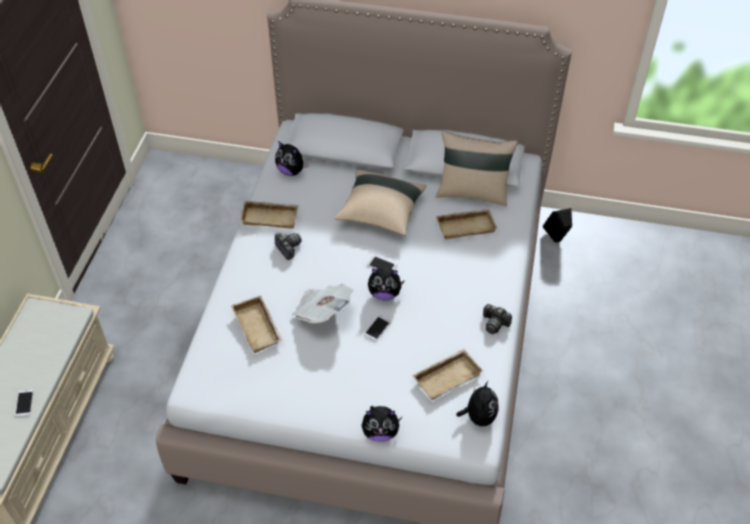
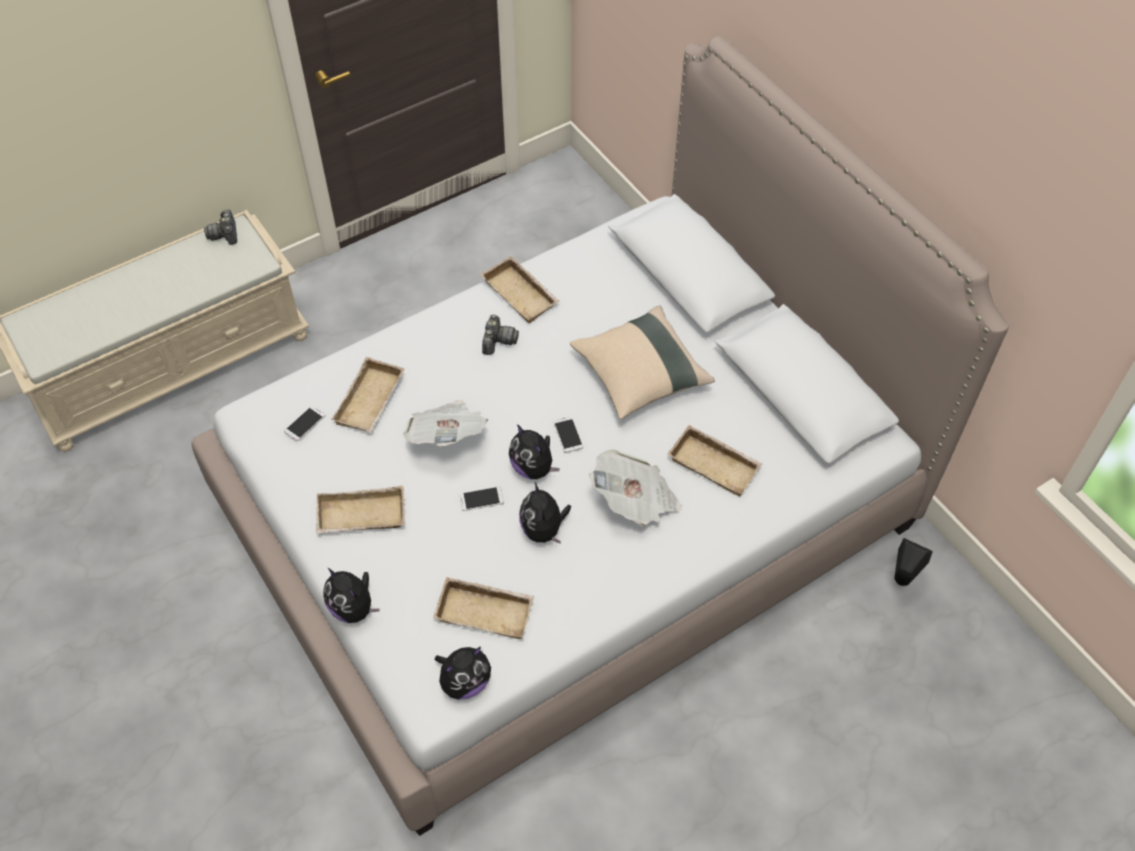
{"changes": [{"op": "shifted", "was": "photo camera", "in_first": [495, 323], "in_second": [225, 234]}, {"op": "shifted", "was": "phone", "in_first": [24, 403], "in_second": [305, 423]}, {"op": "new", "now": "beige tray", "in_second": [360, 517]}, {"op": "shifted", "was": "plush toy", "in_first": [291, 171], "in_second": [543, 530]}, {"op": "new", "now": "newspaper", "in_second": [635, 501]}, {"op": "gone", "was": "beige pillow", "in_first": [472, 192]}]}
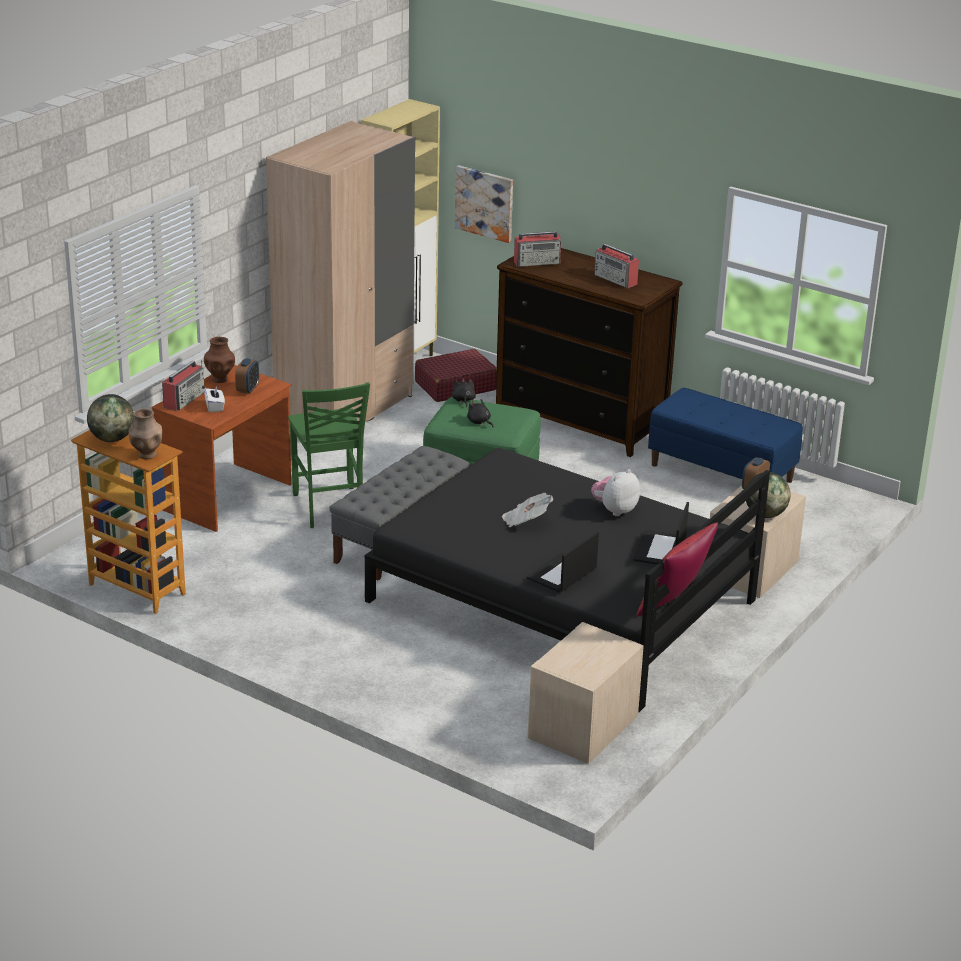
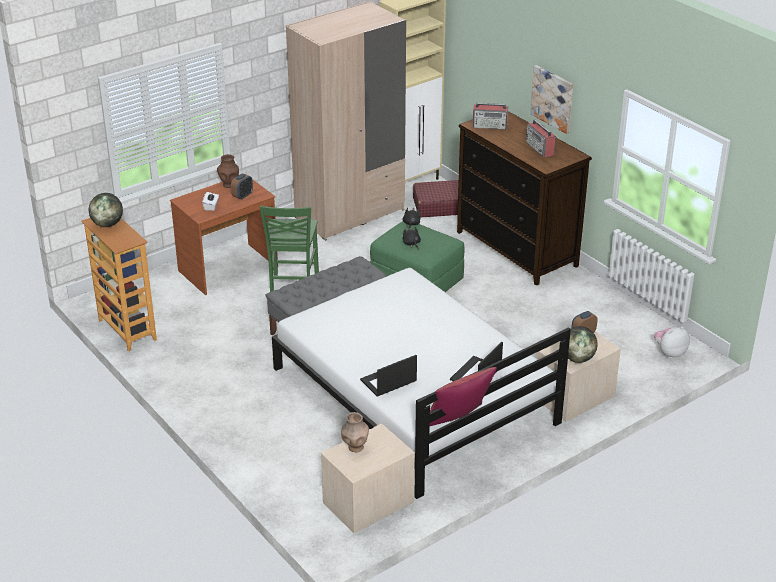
{"changes": [{"op": "repainted", "was": "black bed", "now": "white bed", "in_first": [561, 601], "in_second": [413, 396]}, {"op": "shifted", "was": "brown vase", "in_first": [147, 455], "in_second": [355, 447]}, {"op": "shifted", "was": "picture", "in_first": [484, 203], "in_second": [552, 98]}, {"op": "shifted", "was": "plush toy", "in_first": [615, 510], "in_second": [669, 353]}, {"op": "gone", "was": "radio", "in_first": [184, 399]}, {"op": "gone", "was": "newspaper", "in_first": [526, 521]}, {"op": "gone", "was": "blue bench", "in_first": [722, 473]}]}
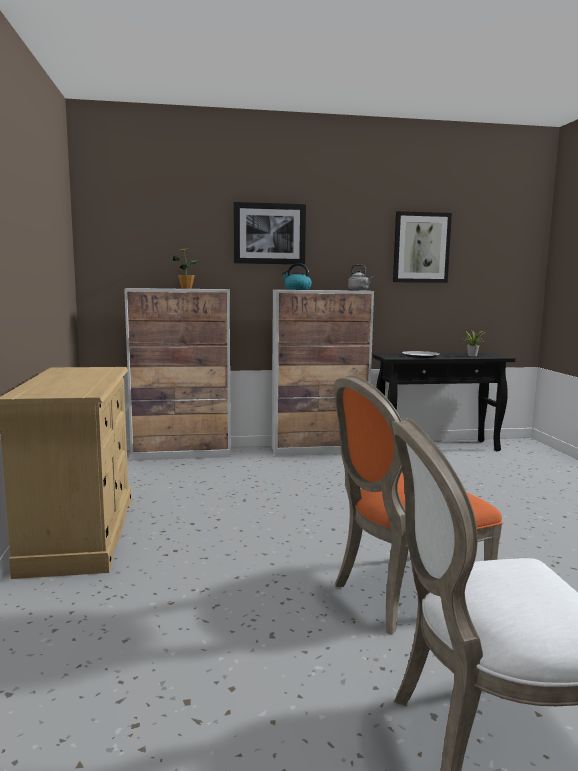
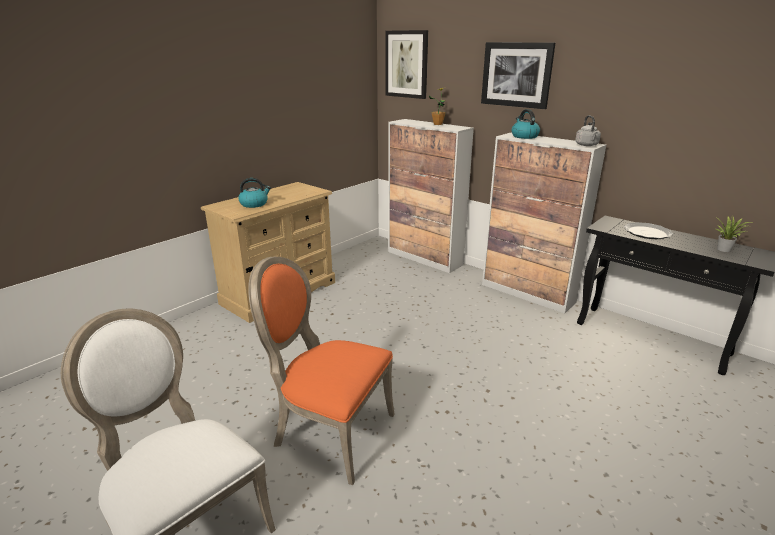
{"changes": [{"op": "new", "now": "kettle", "in_second": [254, 204]}, {"op": "shifted", "was": "picture", "in_first": [421, 247], "in_second": [407, 64]}]}
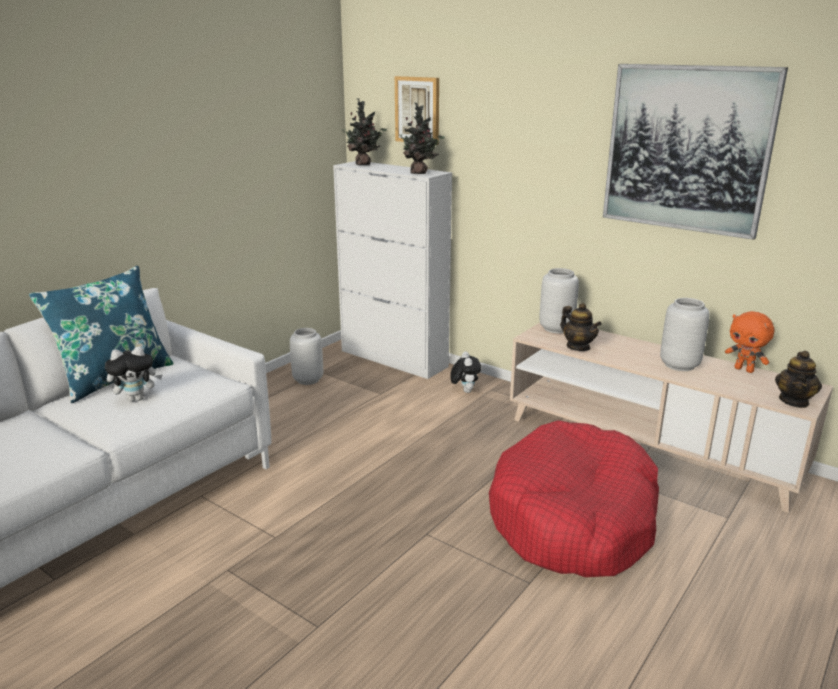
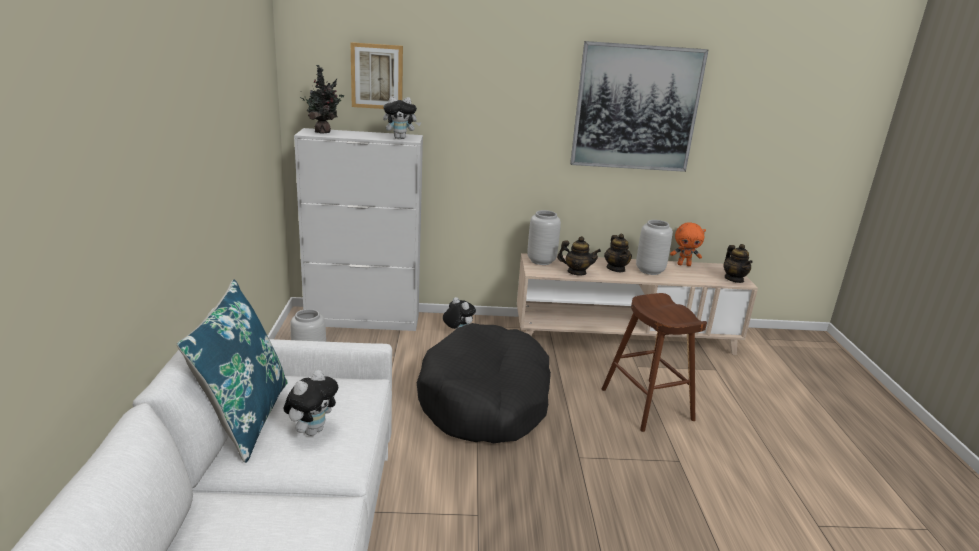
{"changes": [{"op": "swapped", "was": "potted plant", "now": "plush toy", "in_first": [420, 173], "in_second": [400, 138]}, {"op": "new", "now": "black dog bed", "in_second": [485, 400]}, {"op": "swapped", "was": "red dog bed", "now": "brown stool", "in_first": [574, 518], "in_second": [647, 405]}, {"op": "new", "now": "teapot", "in_second": [616, 269]}]}
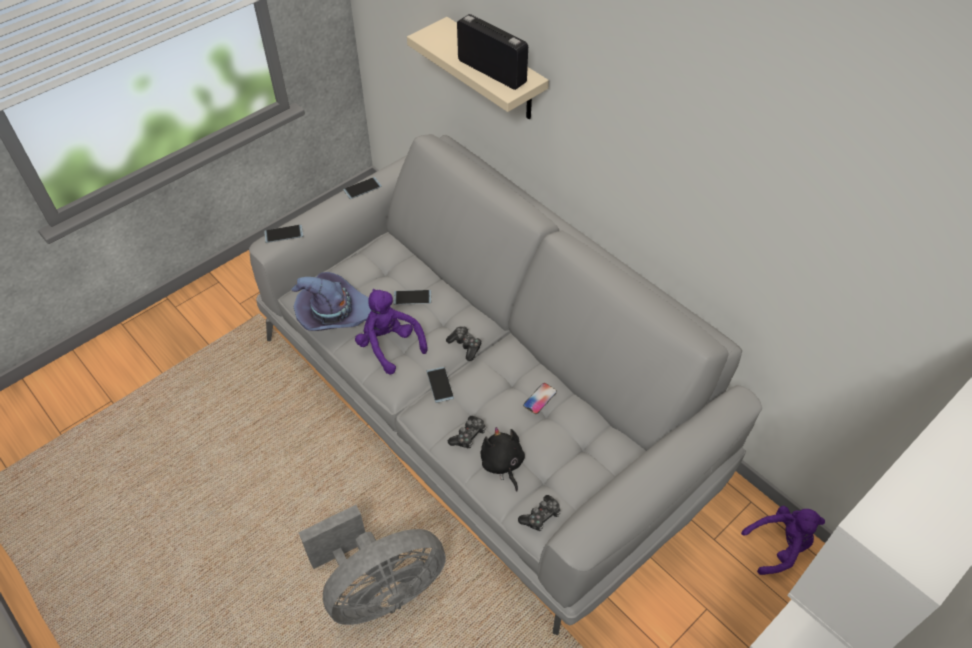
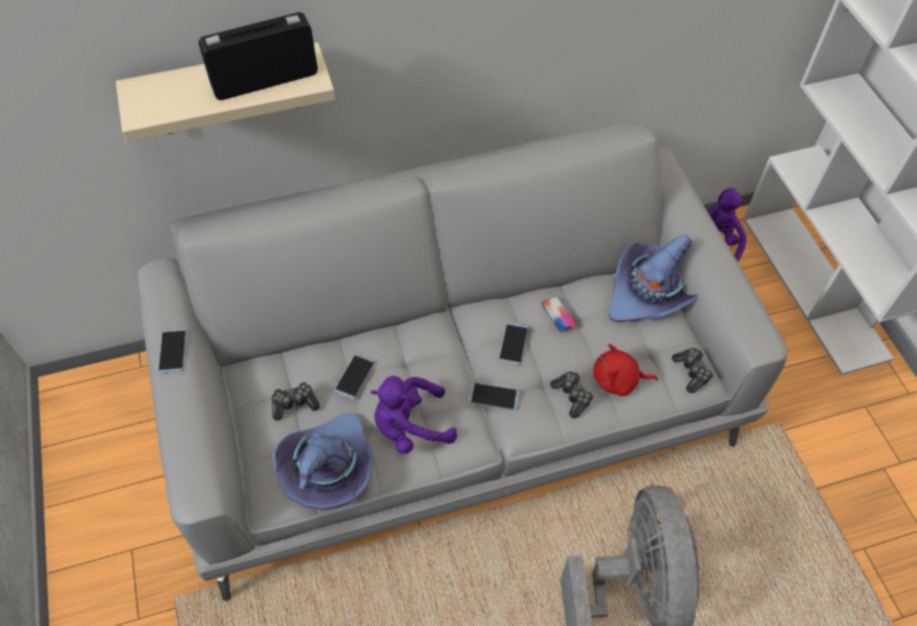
{"changes": [{"op": "shifted", "was": "game controller", "in_first": [465, 346], "in_second": [294, 404]}, {"op": "shifted", "was": "phone", "in_first": [284, 234], "in_second": [513, 343]}, {"op": "repainted", "was": "black plush toy", "now": "red plush toy", "in_first": [502, 464], "in_second": [618, 380]}, {"op": "new", "now": "purple hat", "in_second": [651, 292]}]}
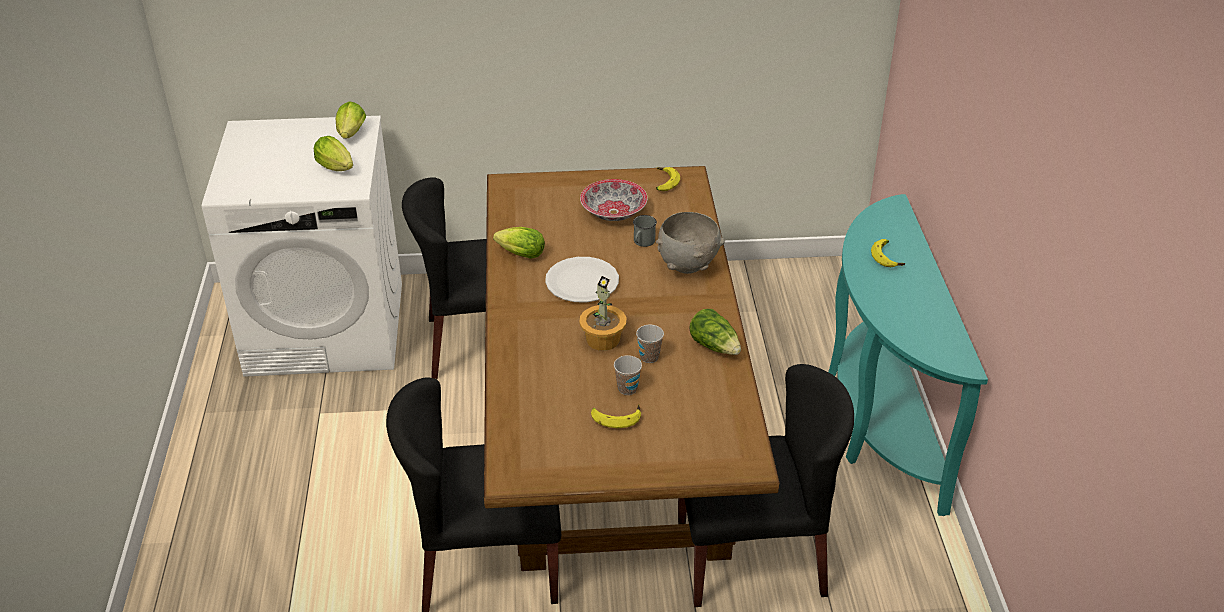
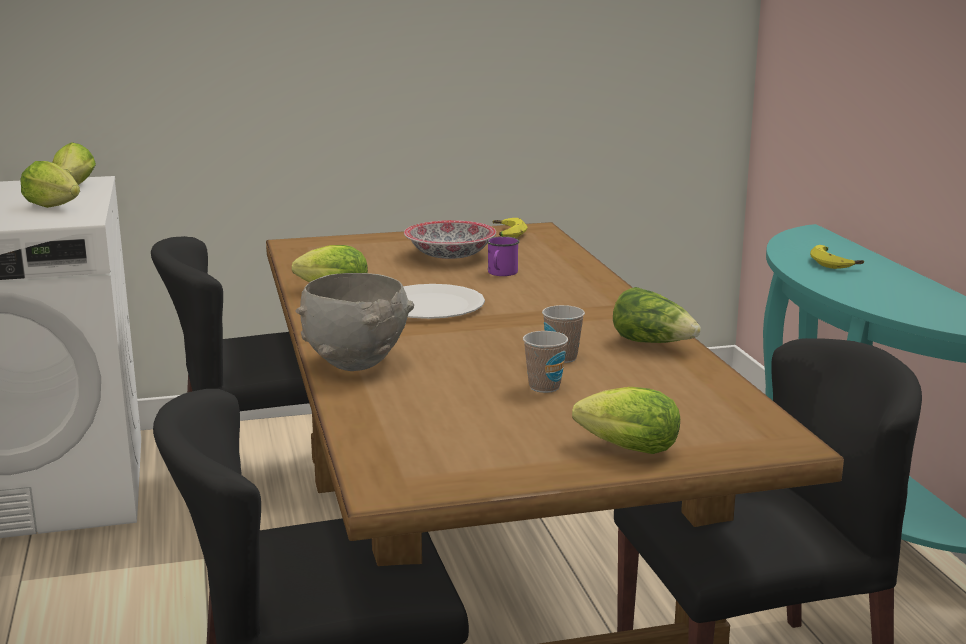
{"changes": [{"op": "shifted", "was": "grey bowl", "in_first": [688, 266], "in_second": [356, 364]}, {"op": "repainted", "was": "grey mug", "now": "purple mug", "in_first": [642, 242], "in_second": [501, 273]}, {"op": "new", "now": "lettuce", "in_second": [623, 448]}, {"op": "gone", "was": "potted plant", "in_first": [603, 339]}, {"op": "gone", "was": "banana", "in_first": [616, 417]}]}
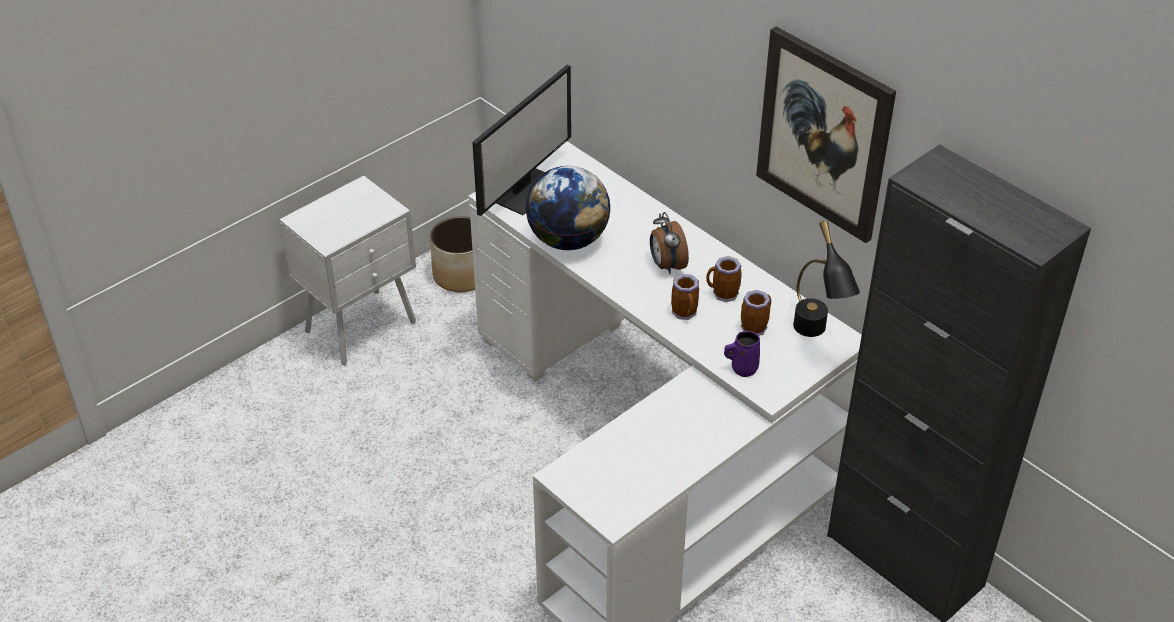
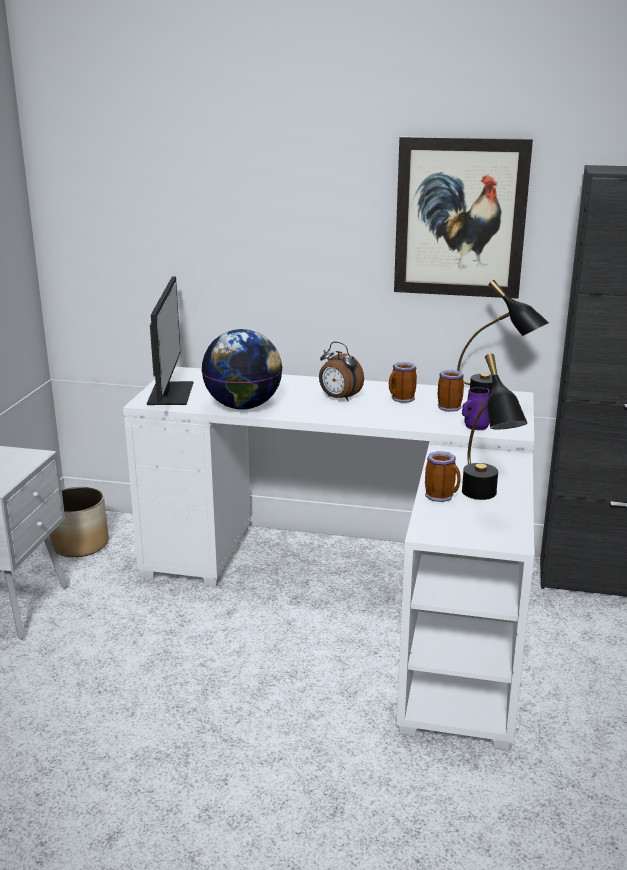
{"changes": [{"op": "shifted", "was": "mug", "in_first": [686, 313], "in_second": [442, 496]}, {"op": "new", "now": "black table lamp", "in_second": [485, 499]}]}
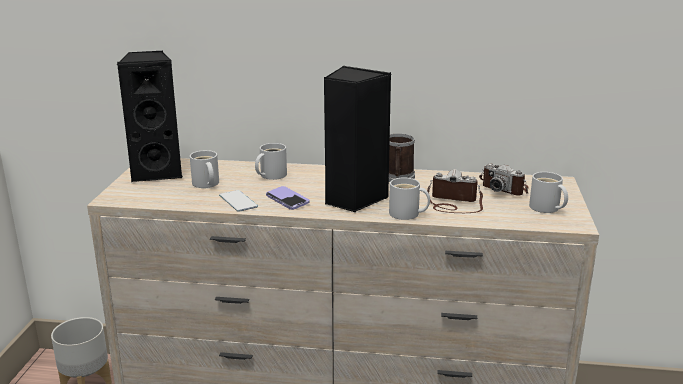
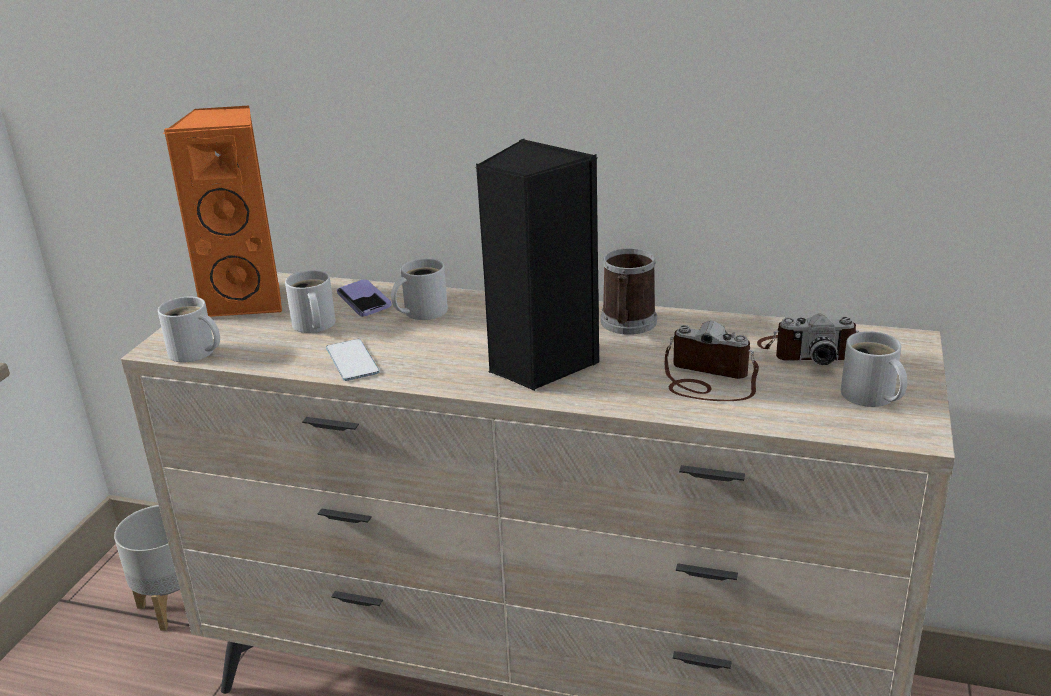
{"changes": [{"op": "shifted", "was": "white mug", "in_first": [406, 214], "in_second": [194, 353]}, {"op": "repainted", "was": "black speaker", "now": "orange speaker", "in_first": [158, 172], "in_second": [248, 300]}, {"op": "shifted", "was": "phone", "in_first": [287, 199], "in_second": [364, 300]}, {"op": "rotated", "was": "photo camera", "in_first": [505, 188], "in_second": [807, 352], "clockwise": -45}]}
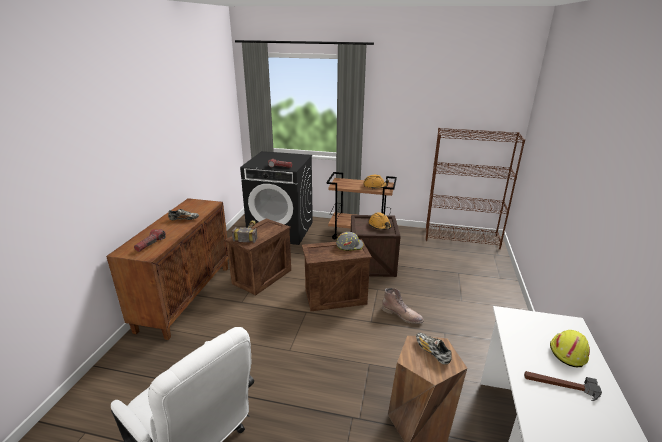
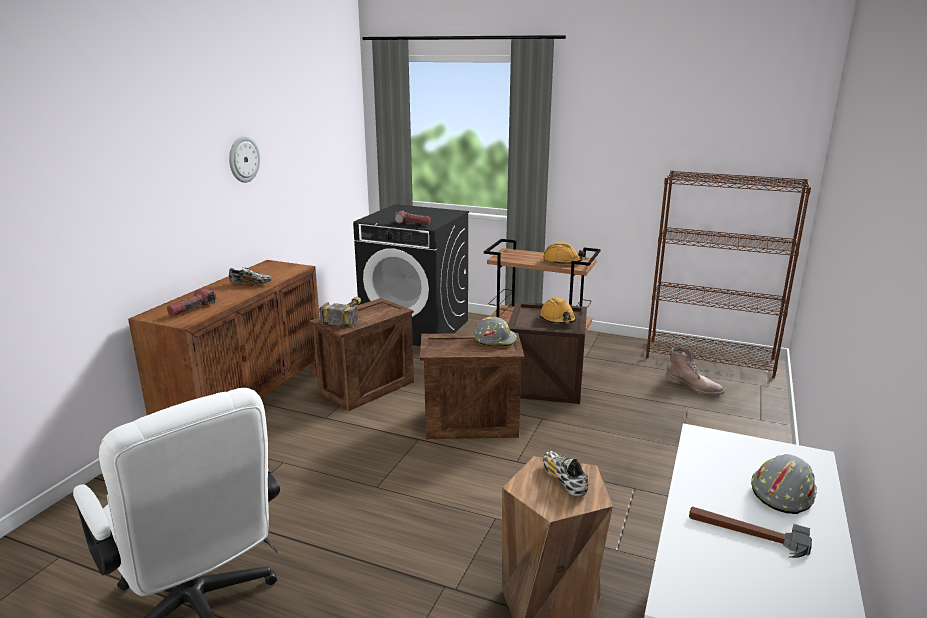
{"changes": [{"op": "new", "now": "wall clock", "in_second": [243, 159]}, {"op": "shifted", "was": "brown boot", "in_first": [402, 315], "in_second": [694, 386]}, {"op": "repainted", "was": "yellow hard hat", "now": "grey hard hat", "in_first": [567, 352], "in_second": [781, 492]}]}
